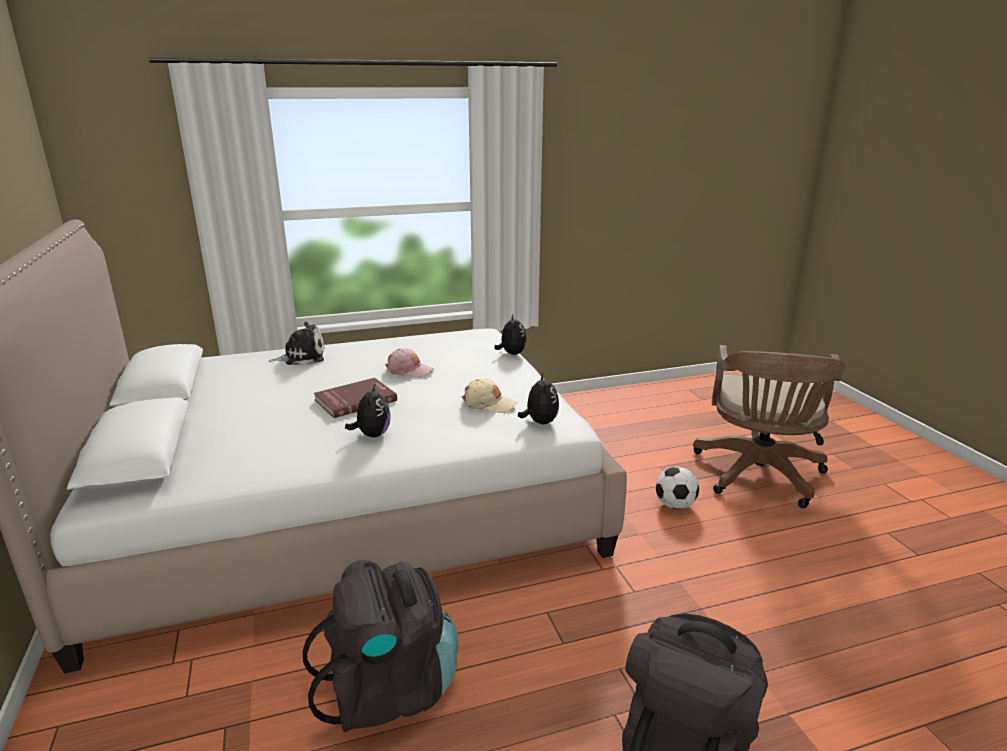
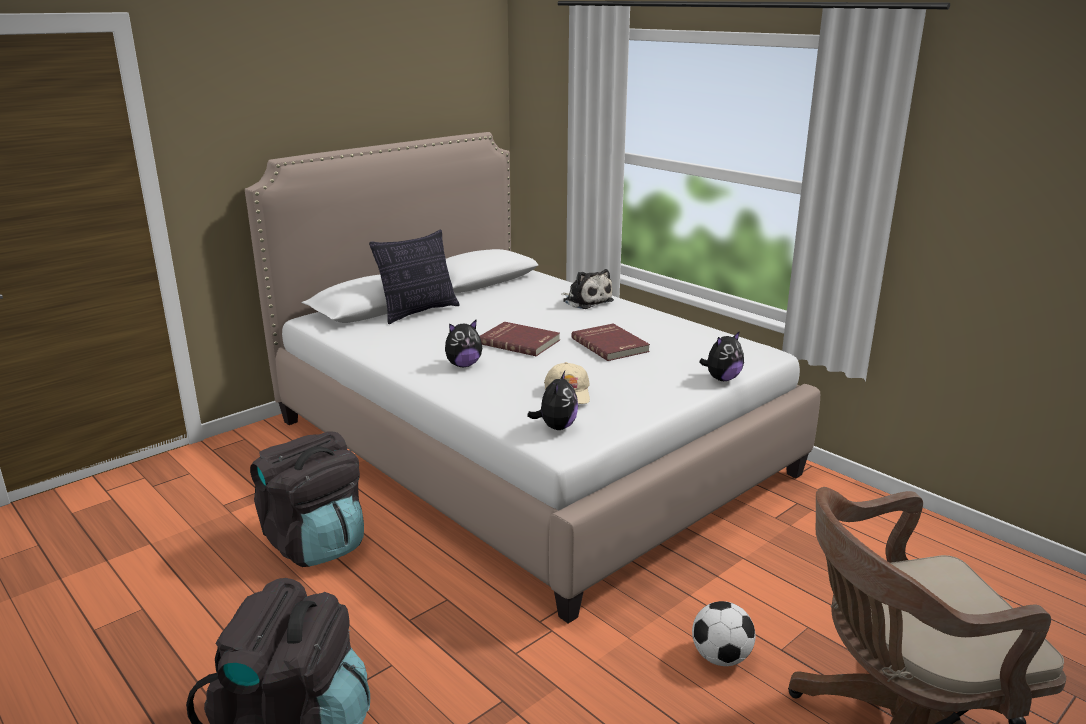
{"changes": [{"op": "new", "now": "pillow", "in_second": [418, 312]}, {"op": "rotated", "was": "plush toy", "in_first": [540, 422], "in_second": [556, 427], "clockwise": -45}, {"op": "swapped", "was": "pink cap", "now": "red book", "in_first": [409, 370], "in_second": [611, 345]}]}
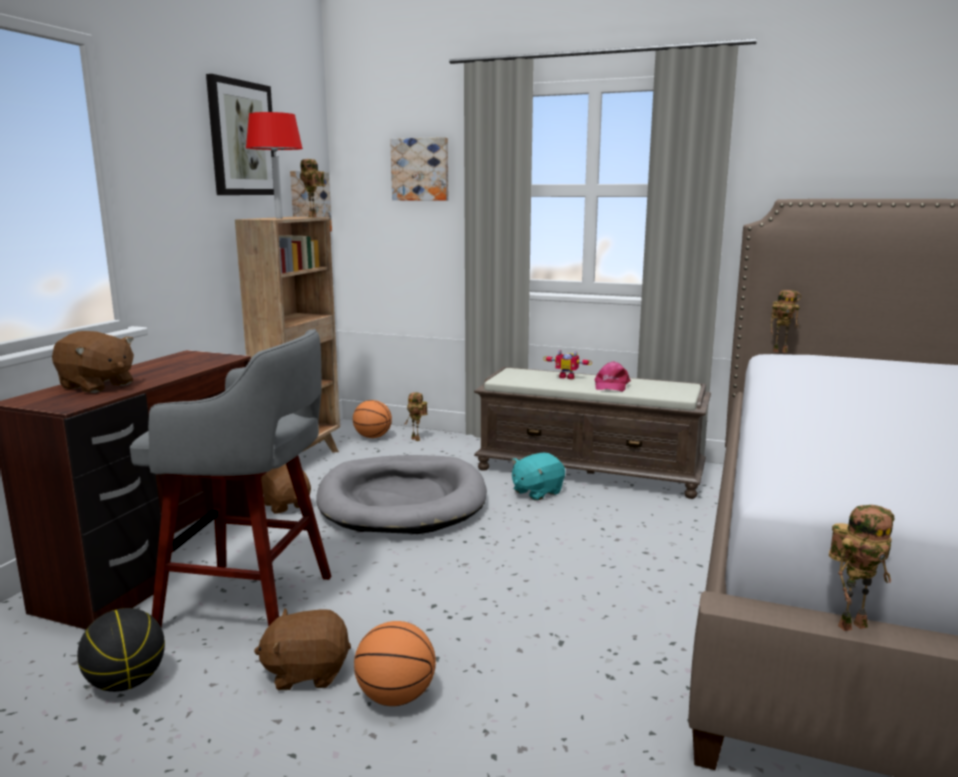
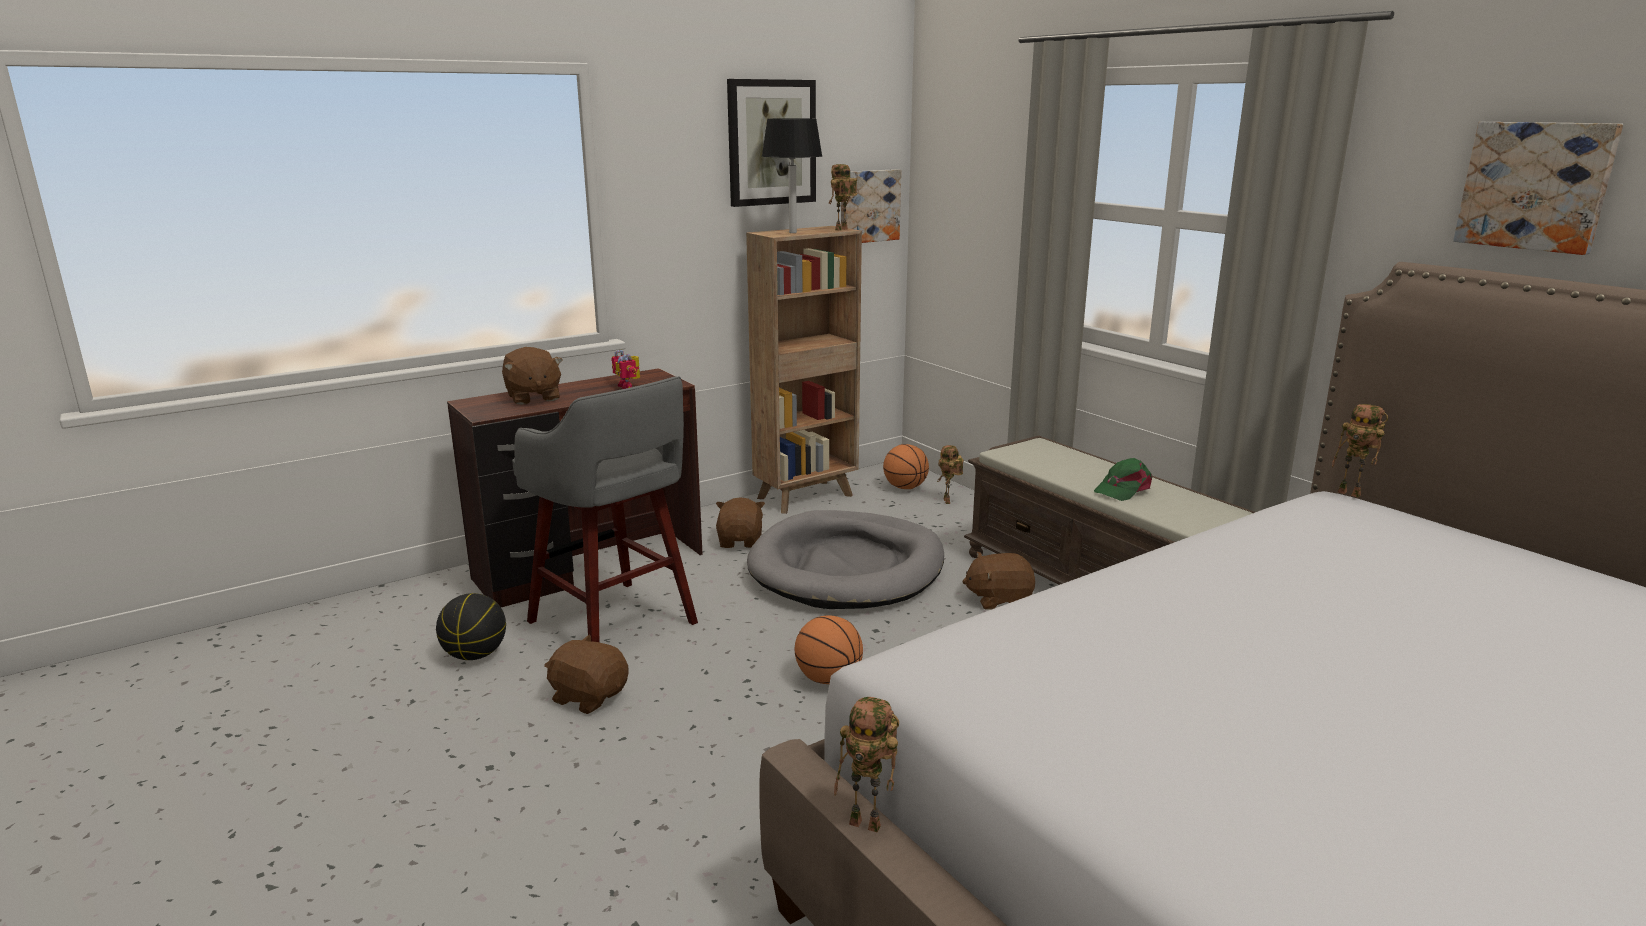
{"changes": [{"op": "shifted", "was": "toy robot", "in_first": [567, 377], "in_second": [629, 386]}, {"op": "repainted", "was": "red table lamp", "now": "black table lamp", "in_first": [279, 218], "in_second": [792, 232]}, {"op": "shifted", "was": "basketball", "in_first": [396, 697], "in_second": [828, 679]}, {"op": "repainted", "was": "turquoise plush toy", "now": "brown plush toy", "in_first": [536, 492], "in_second": [998, 599]}, {"op": "repainted", "was": "pink cap", "now": "green cap", "in_first": [611, 385], "in_second": [1123, 489]}, {"op": "shifted", "was": "picture", "in_first": [421, 169], "in_second": [1536, 186]}]}
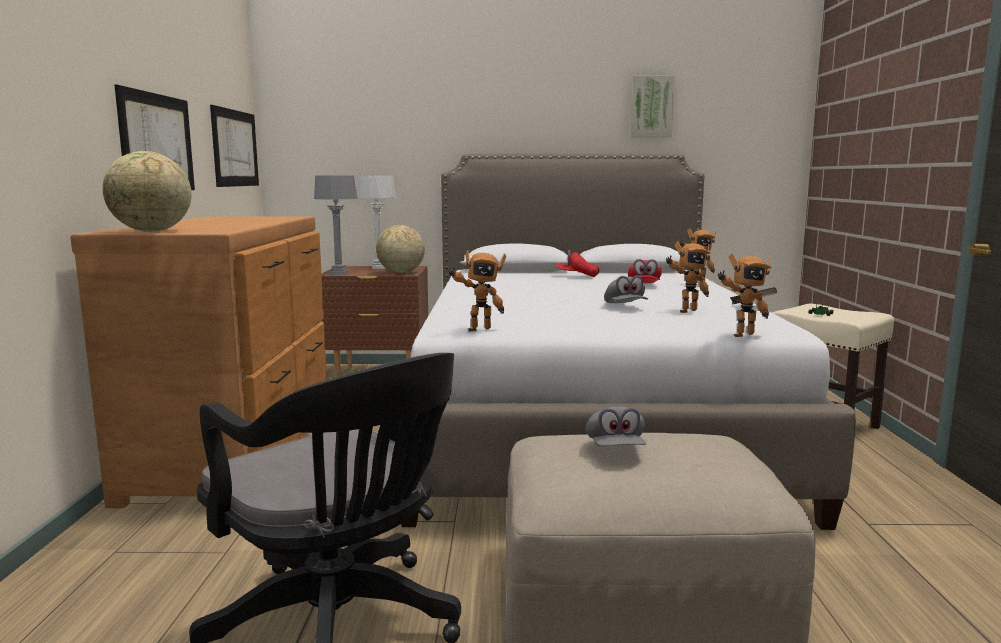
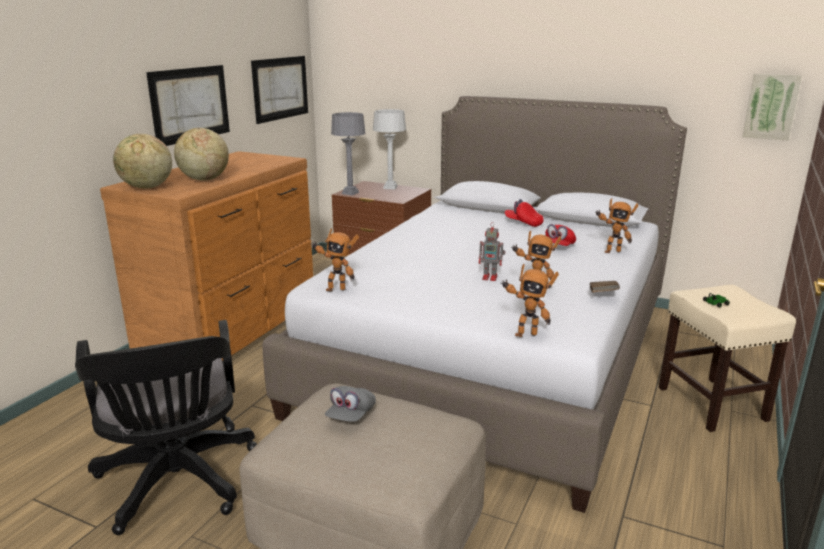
{"changes": [{"op": "shifted", "was": "globe", "in_first": [400, 273], "in_second": [204, 179]}, {"op": "swapped", "was": "grey cap", "now": "toy robot", "in_first": [625, 307], "in_second": [490, 277]}, {"op": "shifted", "was": "picture", "in_first": [651, 106], "in_second": [771, 106]}]}
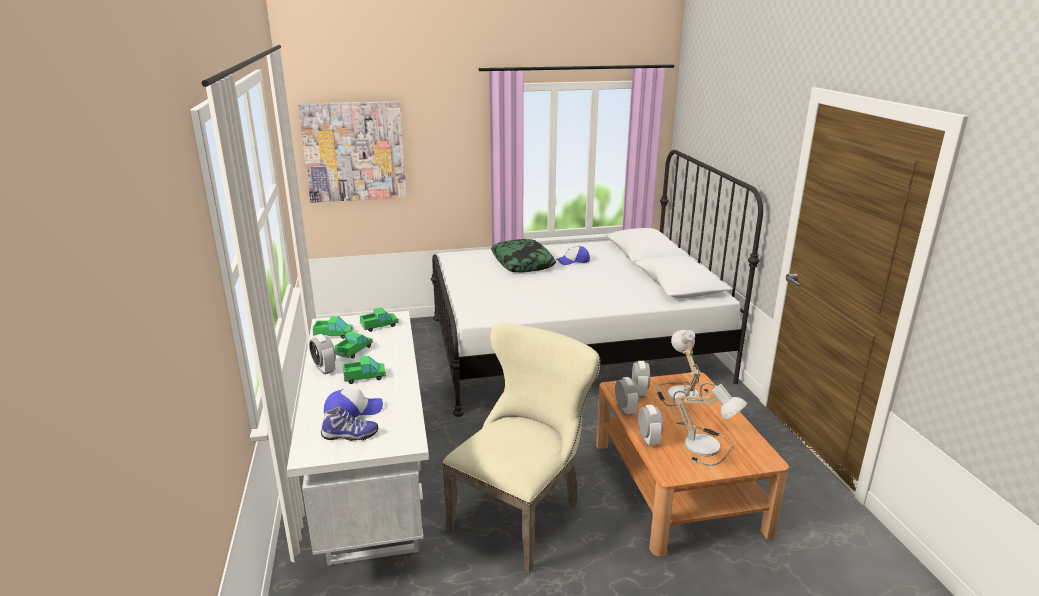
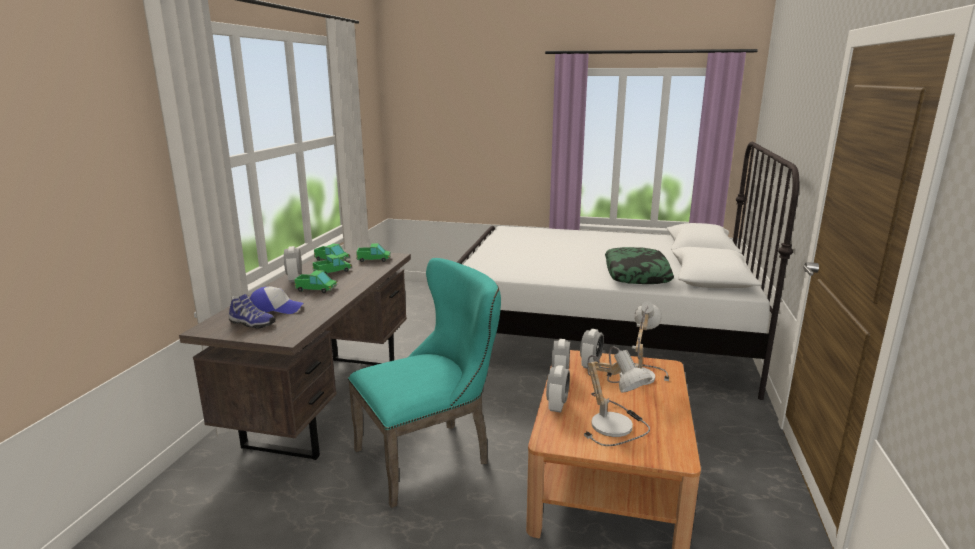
{"changes": [{"op": "repainted", "was": "white desk", "now": "brown desk", "in_first": [371, 487], "in_second": [327, 400]}, {"op": "repainted", "was": "beige chair", "now": "turquoise chair", "in_first": [522, 513], "in_second": [430, 456]}, {"op": "shifted", "was": "pillow", "in_first": [522, 263], "in_second": [637, 274]}, {"op": "gone", "was": "picture", "in_first": [354, 151]}, {"op": "gone", "was": "cap", "in_first": [573, 261]}]}
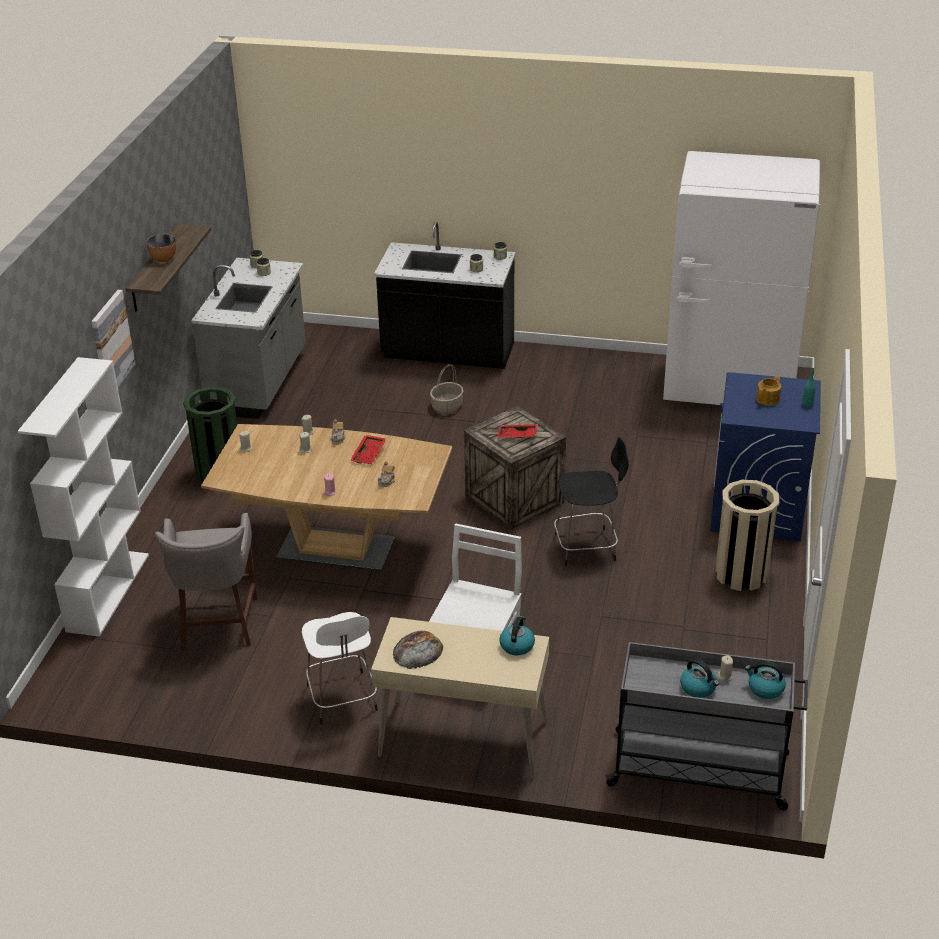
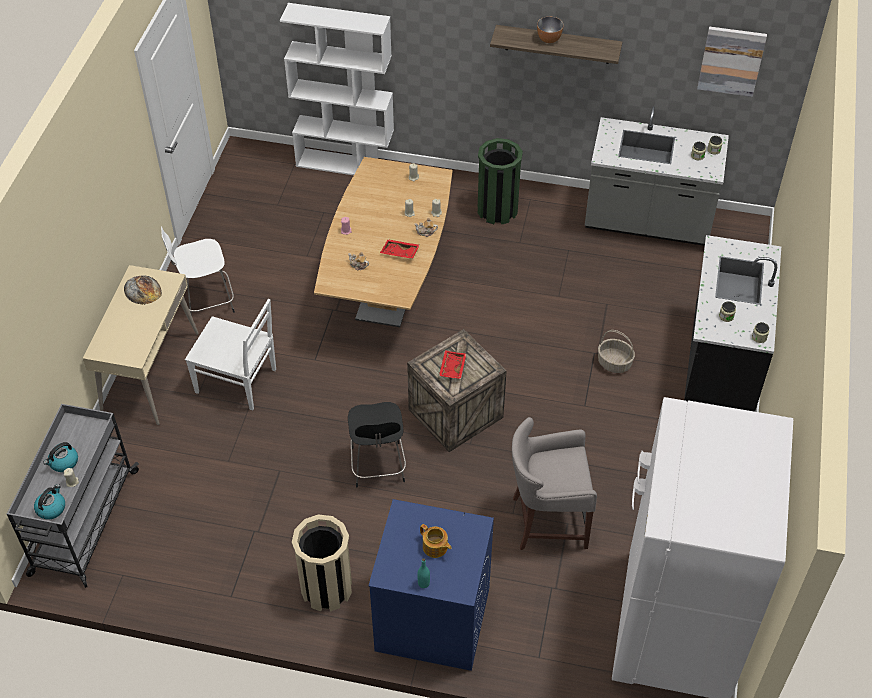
{"changes": [{"op": "shifted", "was": "grey stool", "in_first": [217, 625], "in_second": [546, 521]}, {"op": "shifted", "was": "picture", "in_first": [111, 343], "in_second": [731, 60]}, {"op": "gone", "was": "kettle", "in_first": [517, 645]}]}
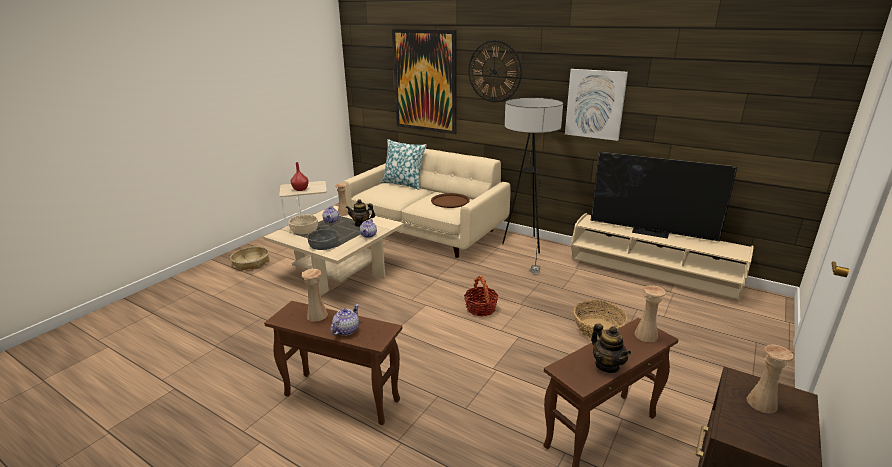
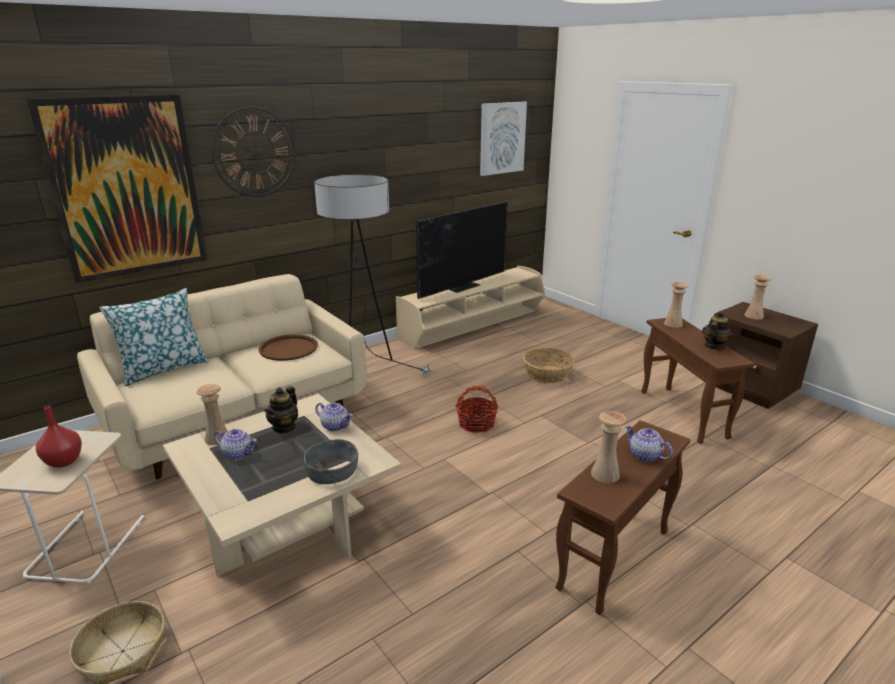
{"changes": [{"op": "shifted", "was": "picture", "in_first": [595, 104], "in_second": [502, 138]}, {"op": "rotated", "was": "teapot", "in_first": [607, 365], "in_second": [713, 346], "clockwise": -45}, {"op": "gone", "was": "beige bowl", "in_first": [304, 229]}]}
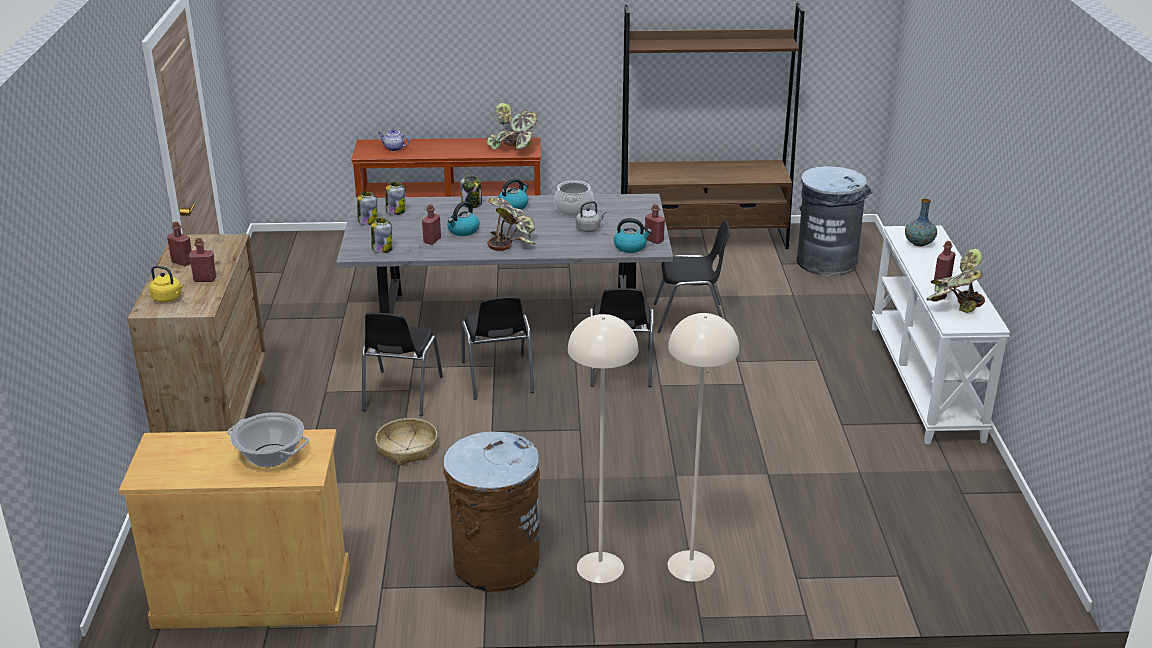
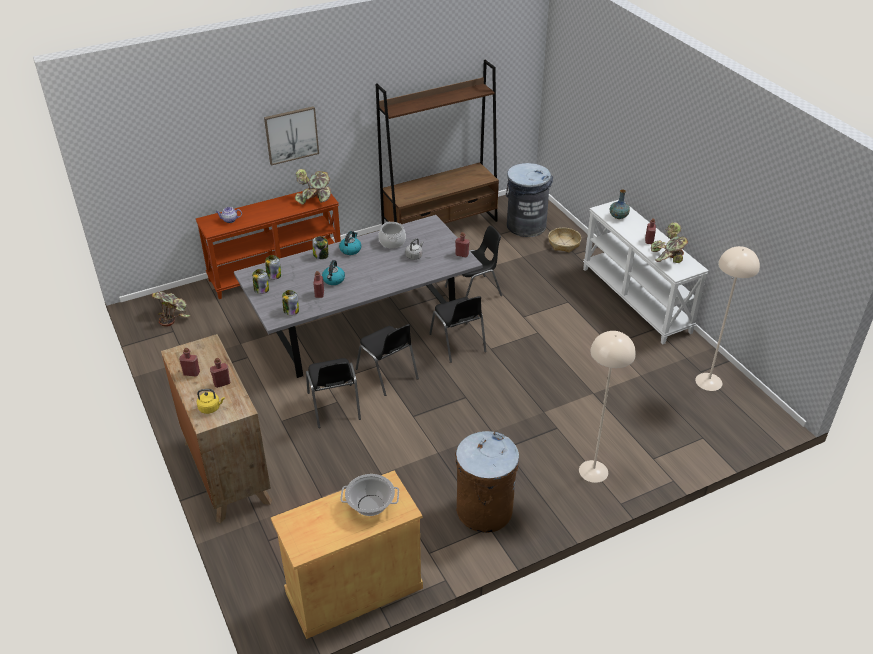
{"changes": [{"op": "shifted", "was": "potted plant", "in_first": [512, 240], "in_second": [173, 315]}, {"op": "new", "now": "picture", "in_second": [291, 135]}, {"op": "shifted", "was": "basket", "in_first": [407, 449], "in_second": [563, 244]}, {"op": "shifted", "was": "beige floor lamp", "in_first": [600, 567], "in_second": [708, 382]}, {"op": "gone", "was": "kettle", "in_first": [630, 247]}]}
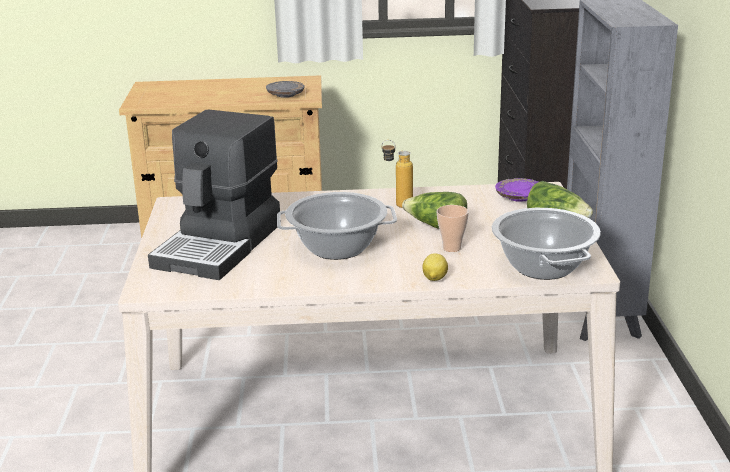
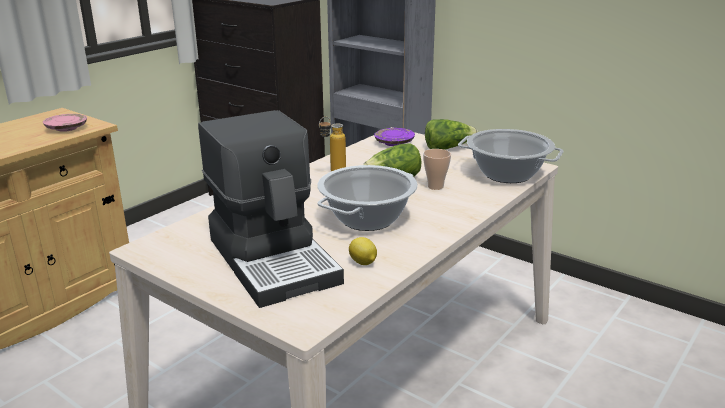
{"changes": [{"op": "repainted", "was": "grey plate", "now": "pink plate", "in_first": [285, 95], "in_second": [66, 128]}, {"op": "shifted", "was": "lemon", "in_first": [434, 279], "in_second": [363, 263]}]}
